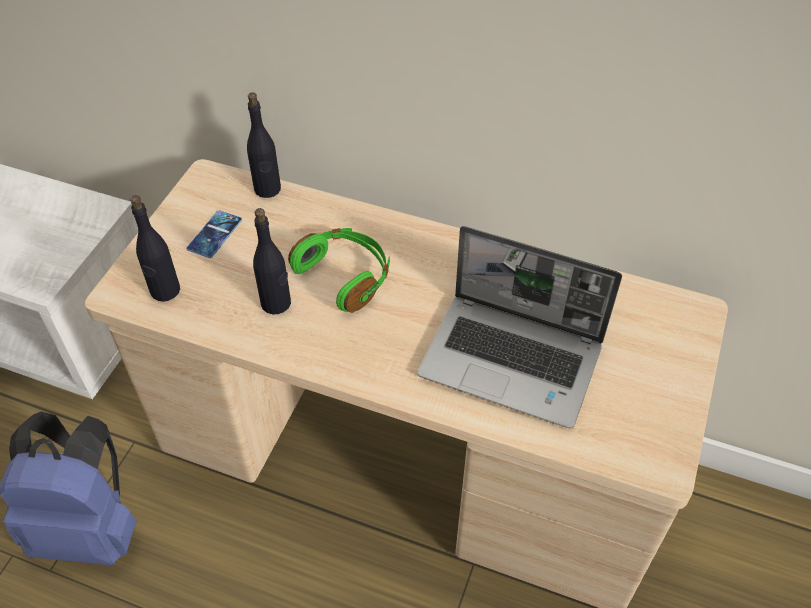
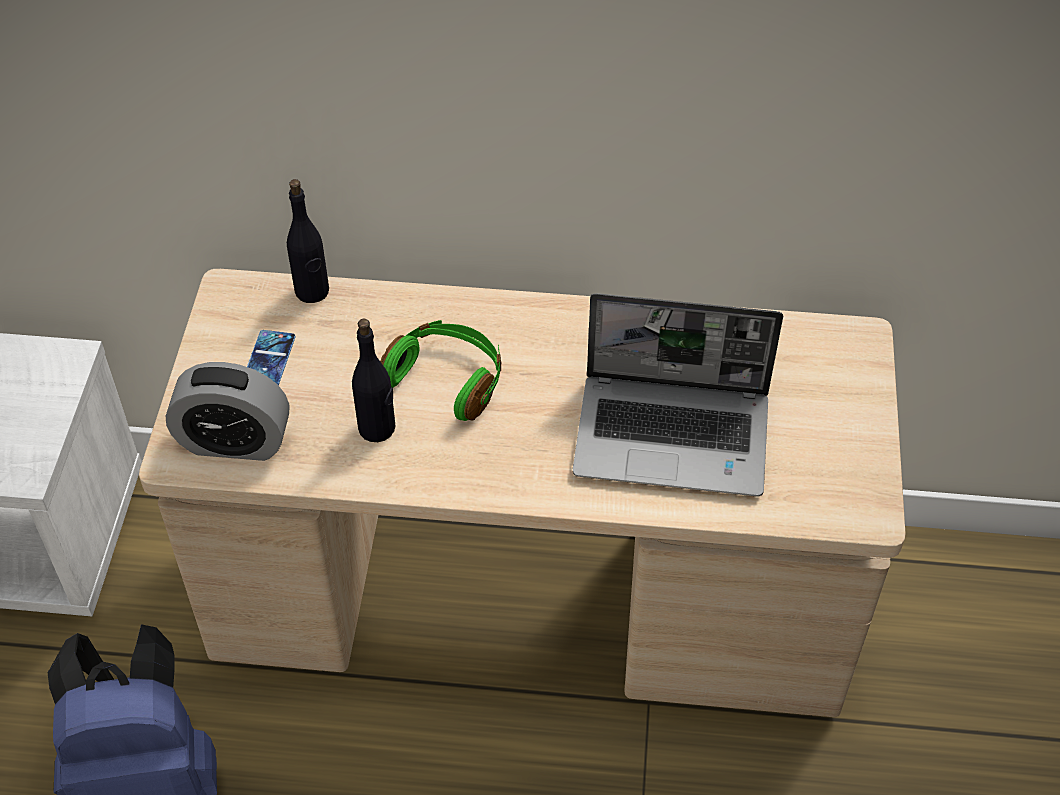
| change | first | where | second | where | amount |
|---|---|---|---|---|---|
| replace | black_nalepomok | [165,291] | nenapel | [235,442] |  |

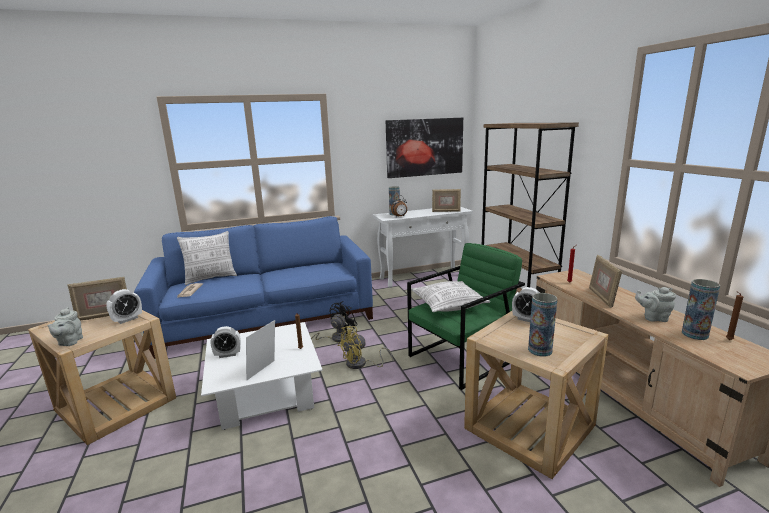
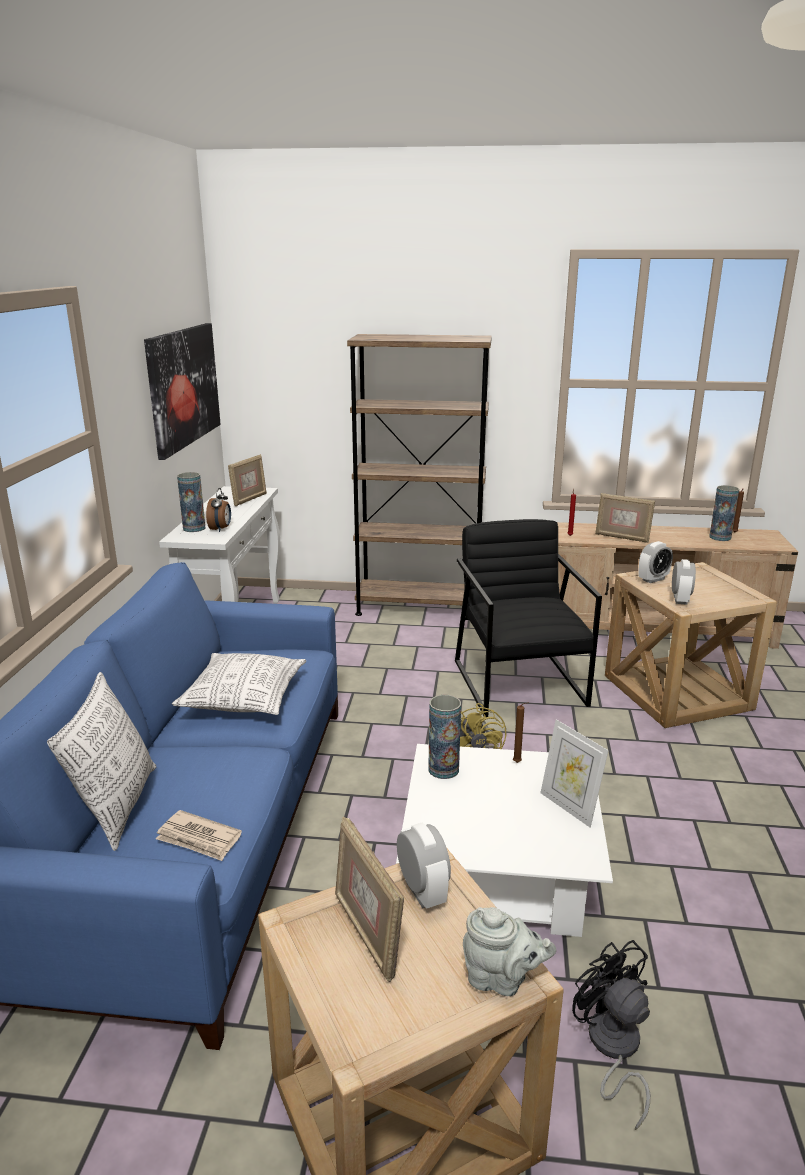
| change | first | where | second | where | amount |
|---|---|---|---|---|---|
| rotate | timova | [104,316] |  | [367,933] | 150 degrees clockwise |
| move | nenapel | [228,354] |  | [680,599] |  |
| move | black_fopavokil | [336,338] |  | [612,1048] |  |
| recolor | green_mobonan | [462,358] | black_mobonan | [519,682] |  |
| move | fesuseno | [448,305] |  | [244,698] |  |
| move | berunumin | [540,350] |  | [443,769] |  |
| delete | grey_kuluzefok | [653,318] |  |  |  |

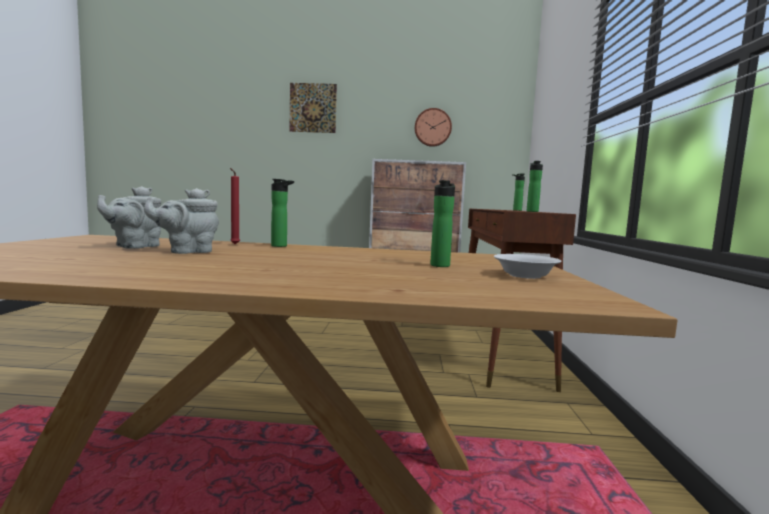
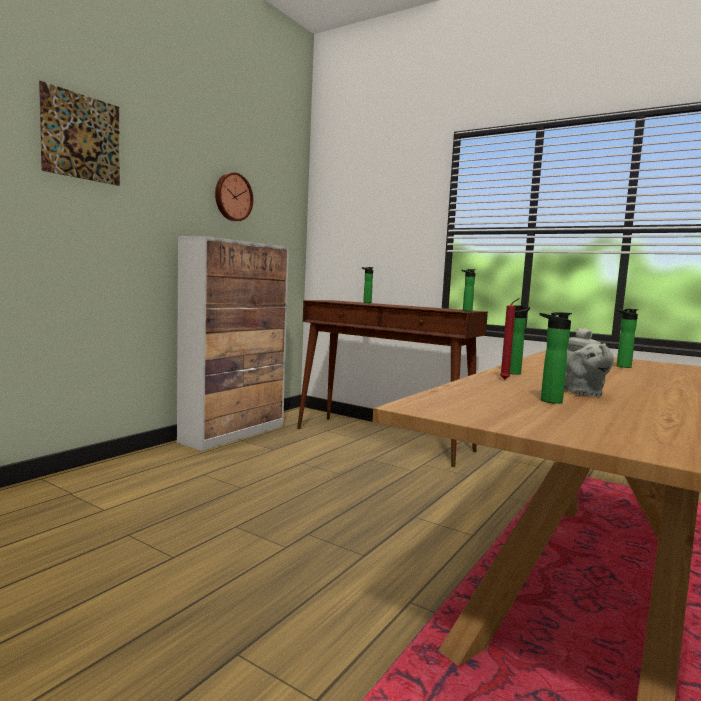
| change | first | where | second | where | amount |
|---|---|---|---|---|---|
| replace | grey_kuluzefok | [135,246] | nalepomok | [547,401] |  |
| delete | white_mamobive | [526,276] |  |  |  |

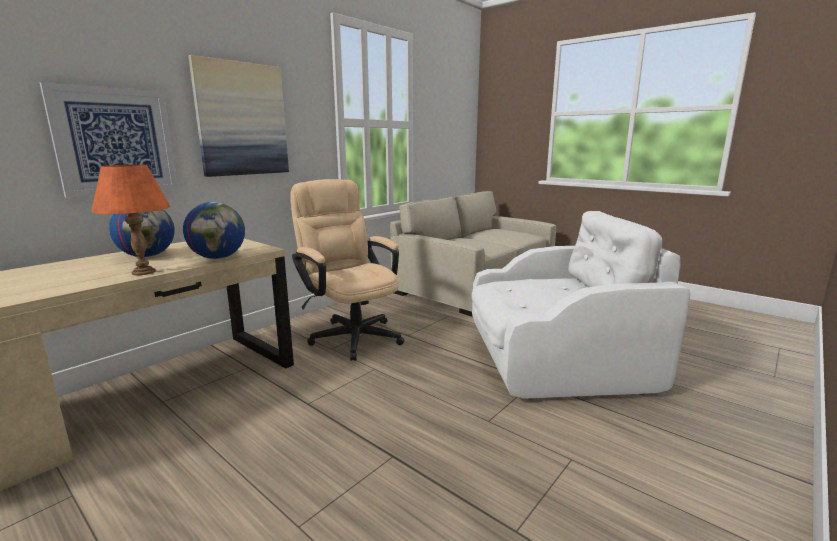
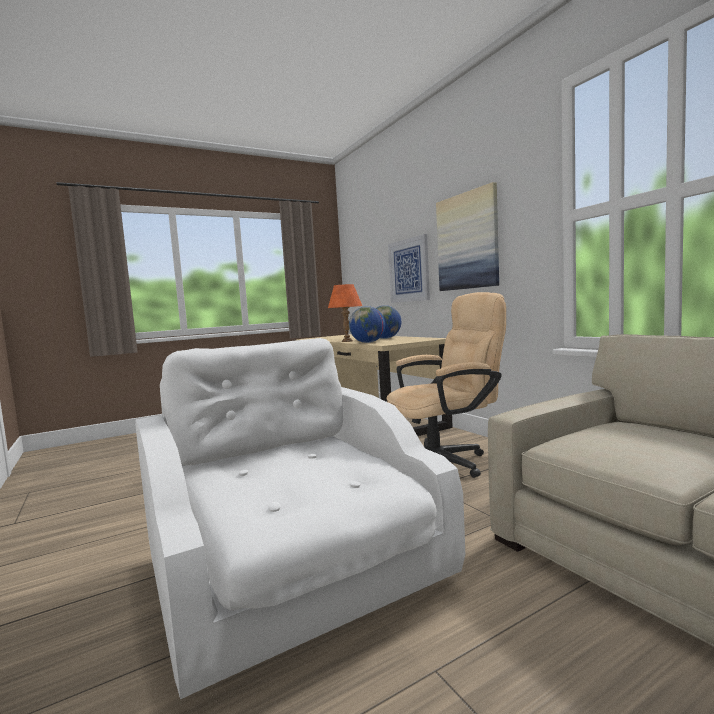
| change | first | where | second | where | amount |
|---|---|---|---|---|---|
| rotate | white_mobonan | [554,359] |  | [296,574] | 135 degrees clockwise |

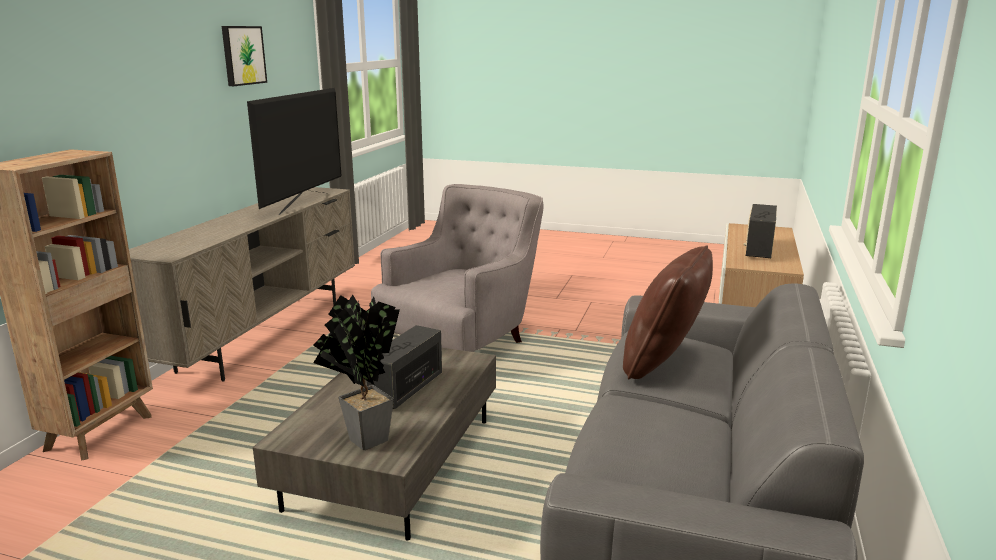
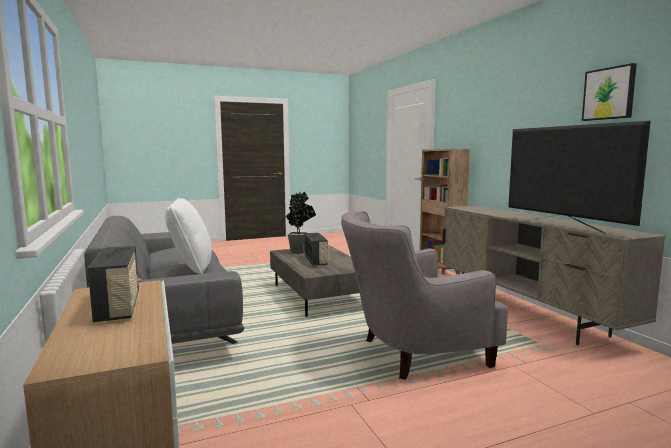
| change | first | where | second | where | amount |
|---|---|---|---|---|---|
| rotate | grey_mobonan | [463,341] |  | [414,353] | 75 degrees clockwise |
| recolor | brown_fesuseno | [664,363] | white_fesuseno | [191,267] |  |

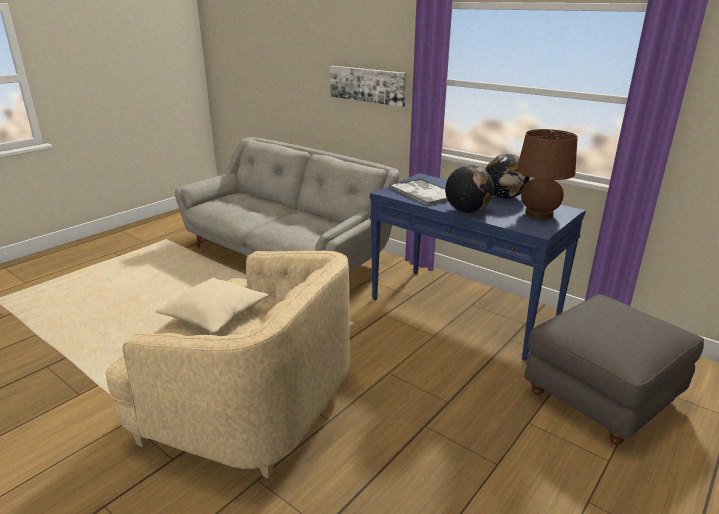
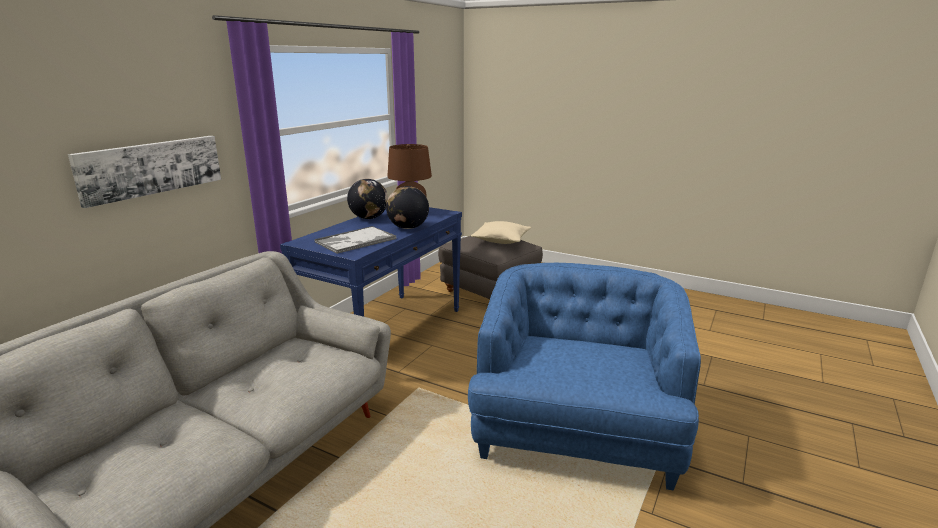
| change | first | where | second | where | amount |
|---|---|---|---|---|---|
| recolor | beige_mobonan | [250,405] | blue_mobonan | [576,430] |  |
| move | beige_fesuseno | [215,315] |  | [501,240] |  |

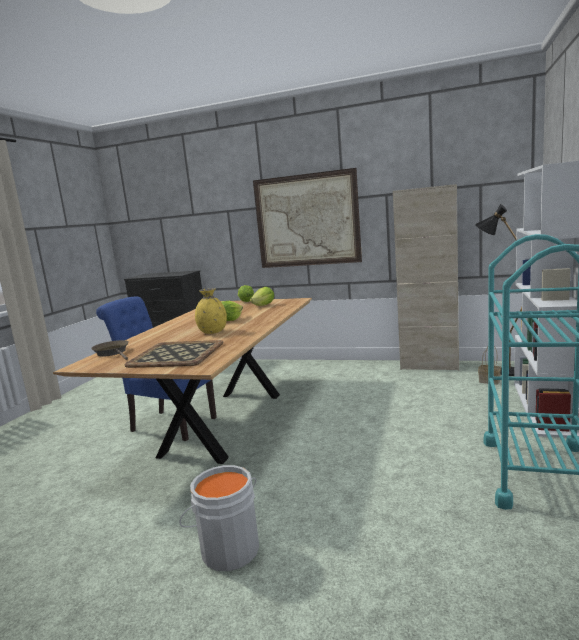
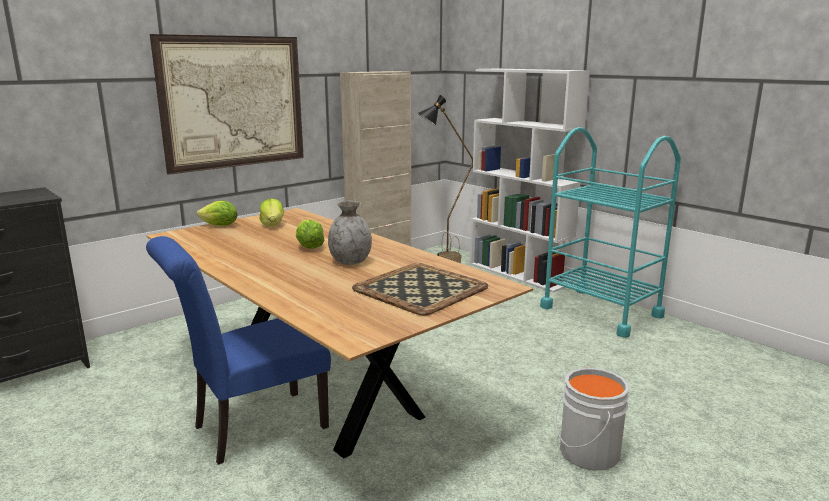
| change | first | where | second | where | amount |
|---|---|---|---|---|---|
| delete | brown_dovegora | [113,353] |  |  |  |
| recolor | yellow_berunumin | [213,332] | grey_berunumin | [350,261] |  |

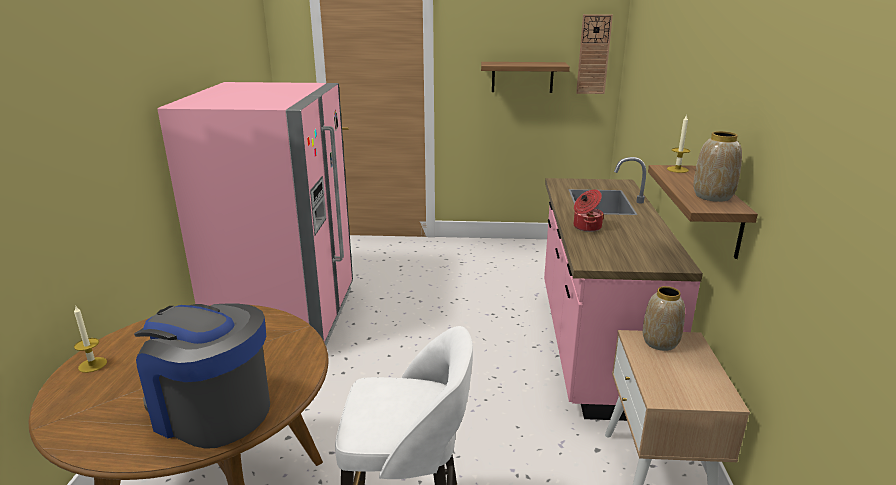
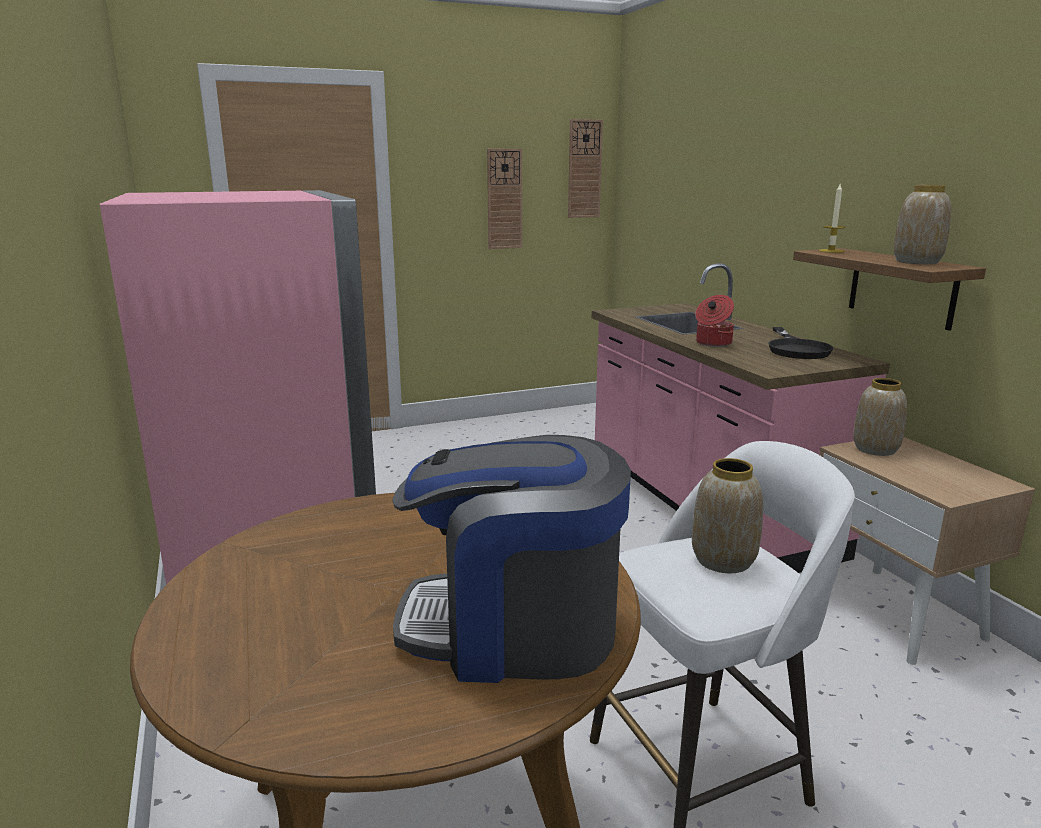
| change | first | where | second | where | amount |
|---|---|---|---|---|---|
| delete | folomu | [92,365] |  |  |  |
| replace | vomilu | [522,77] | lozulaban | [504,199] |  |
| insert |  |  | berunumin | [723,561] |  |
| insert |  |  | black_dovegora | [796,349] |  |

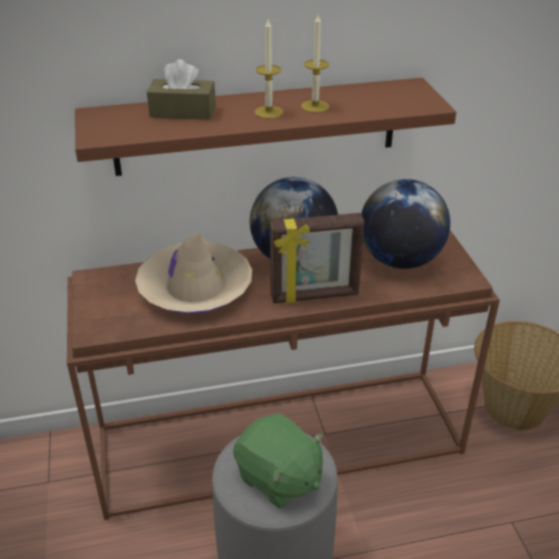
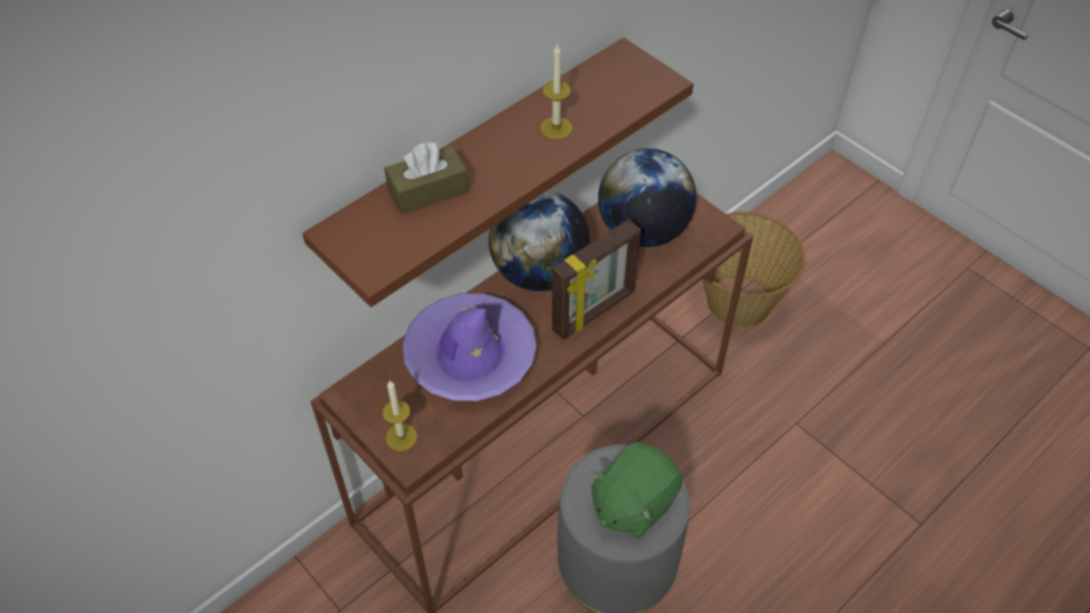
| change | first | where | second | where | amount |
|---|---|---|---|---|---|
| recolor | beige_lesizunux | [195,288] | purple_lesizunux | [470,356] |  |
| rotate | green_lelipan | [278,478] |  | [633,503] | 120 degrees clockwise |
| move | folomu | [268,112] |  | [401,437] |  |

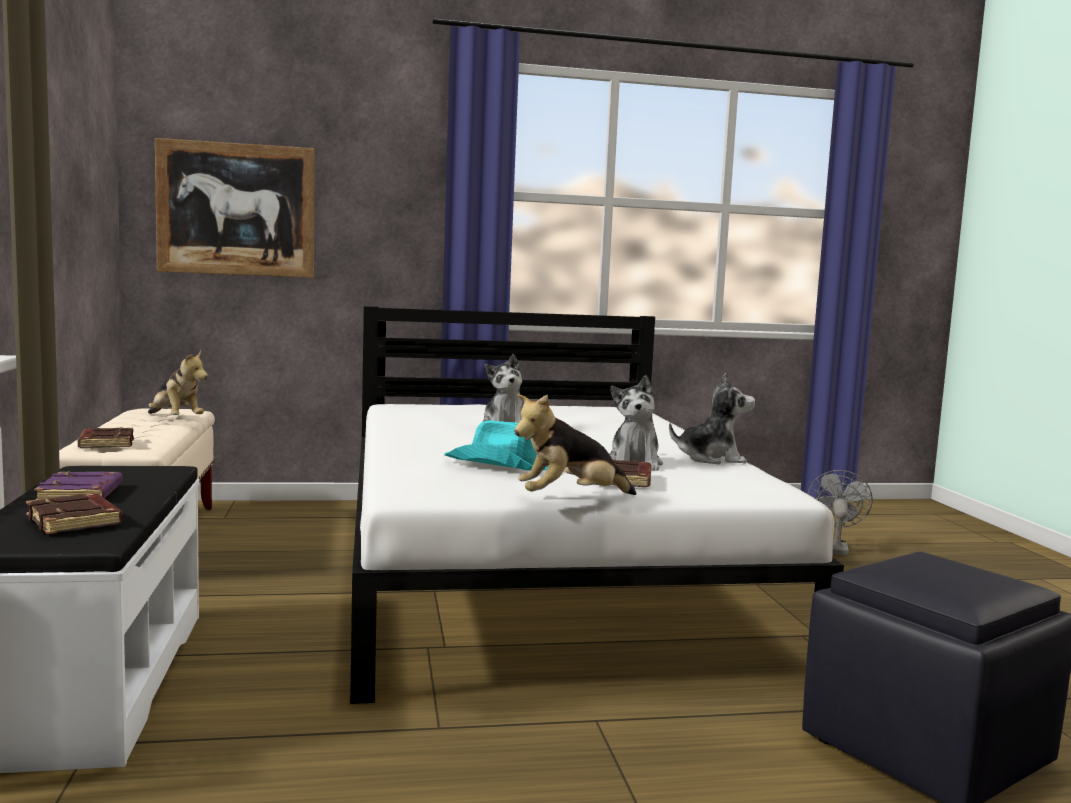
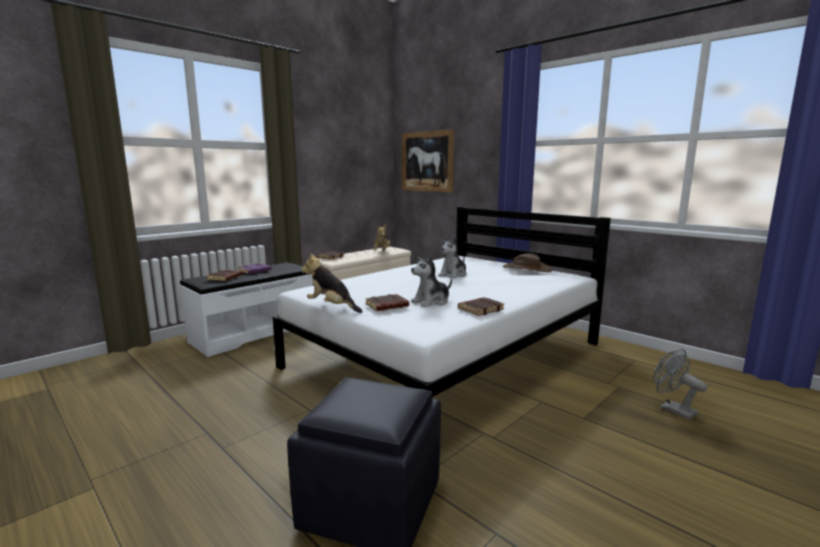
| change | first | where | second | where | amount |
|---|---|---|---|---|---|
| delete | turquoise_lesizunux | [504,463] |  |  |  |
| replace | lelipan | [711,459] | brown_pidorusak | [480,309] |  |
| rotate | grey_fopavokil | [834,548] |  | [672,409] | 105 degrees counterclockwise |
| insert |  |  | brown_lesizunux | [526,269] |  |

